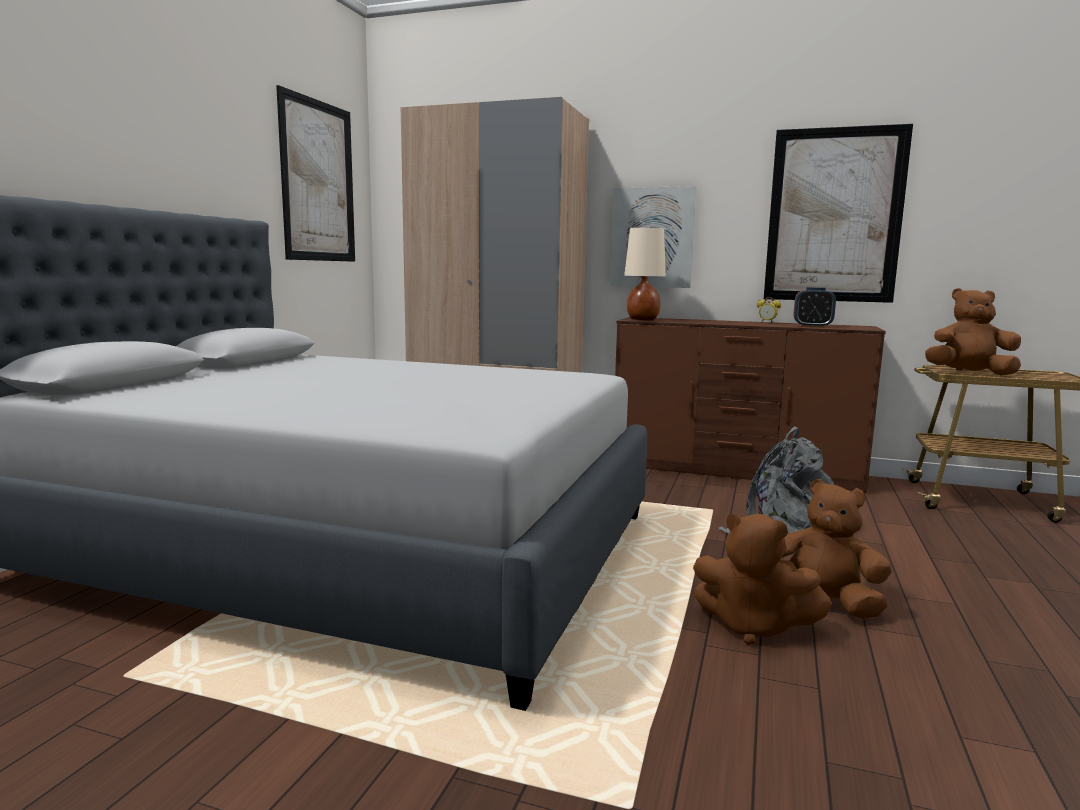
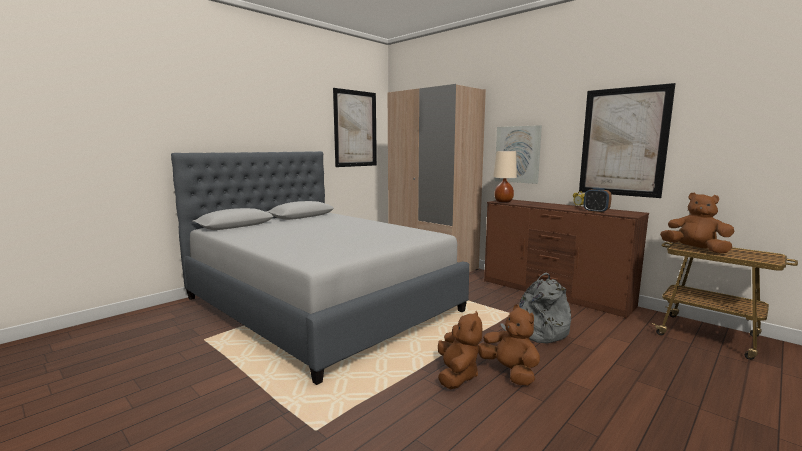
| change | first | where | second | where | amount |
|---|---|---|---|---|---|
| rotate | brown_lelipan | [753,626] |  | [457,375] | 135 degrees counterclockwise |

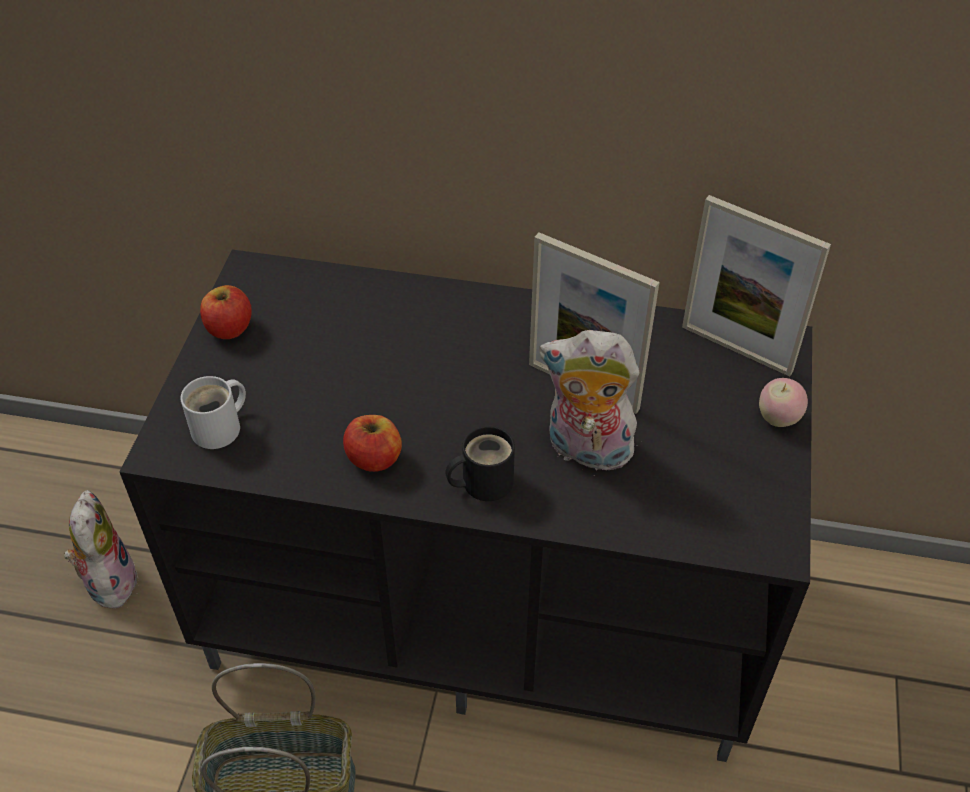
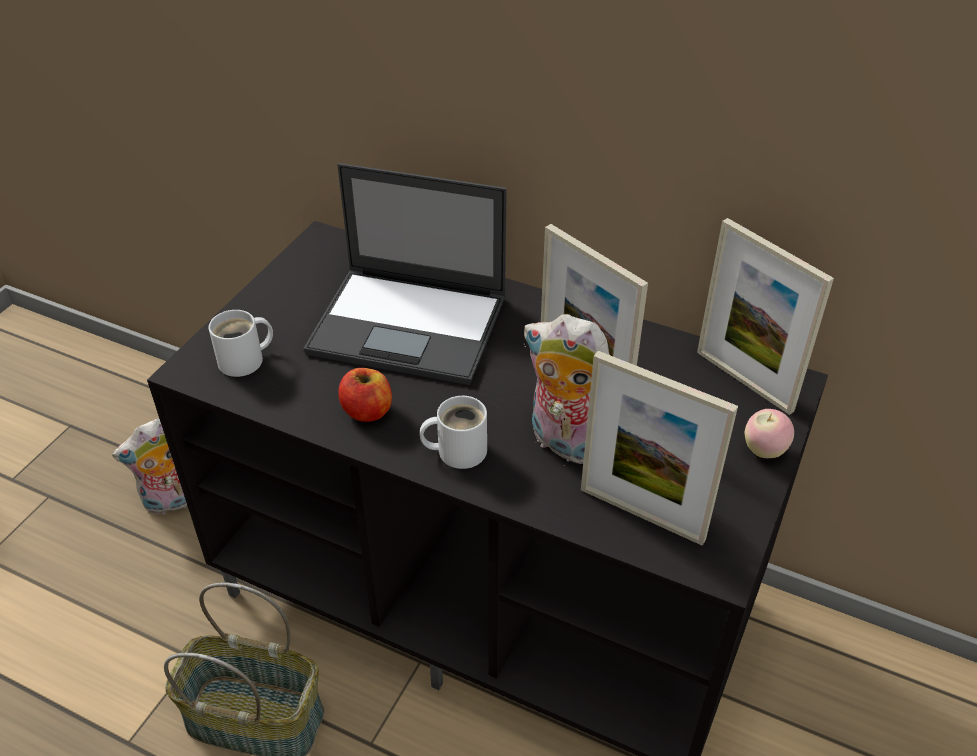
| change | first | where | second | where | amount |
|---|---|---|---|---|---|
| rotate | lelipan | [109,580] |  | [171,502] | 120 degrees counterclockwise |
| delete | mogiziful | [229,328] |  |  |  |
| recolor | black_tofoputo | [482,481] | white_tofoputo | [457,450] |  |
| insert |  |  | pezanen | [411,325] |  |
| insert |  |  | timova | [641,514] |  |

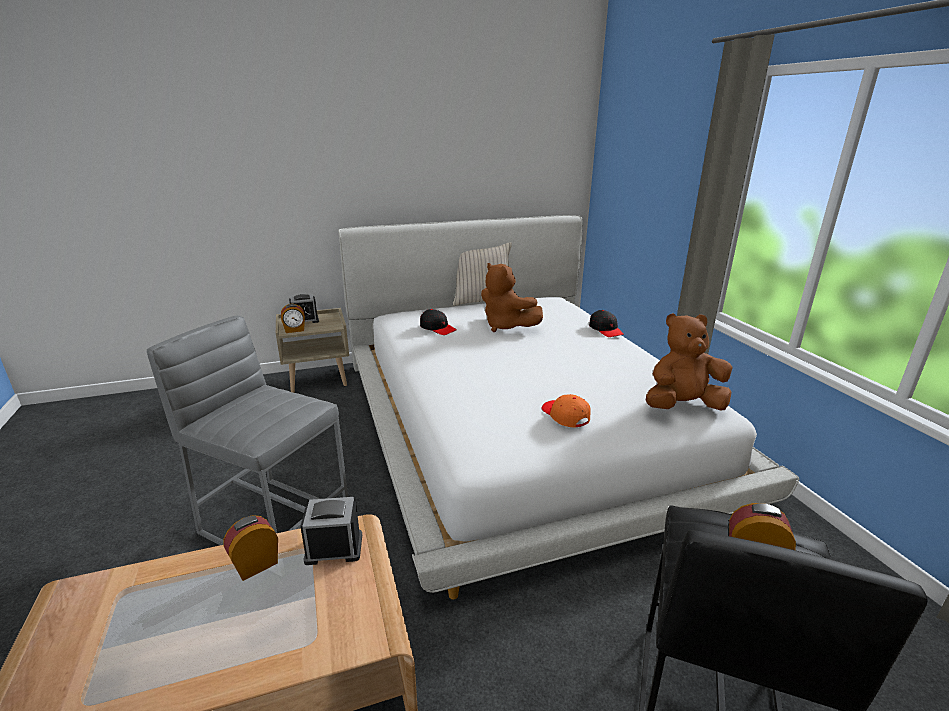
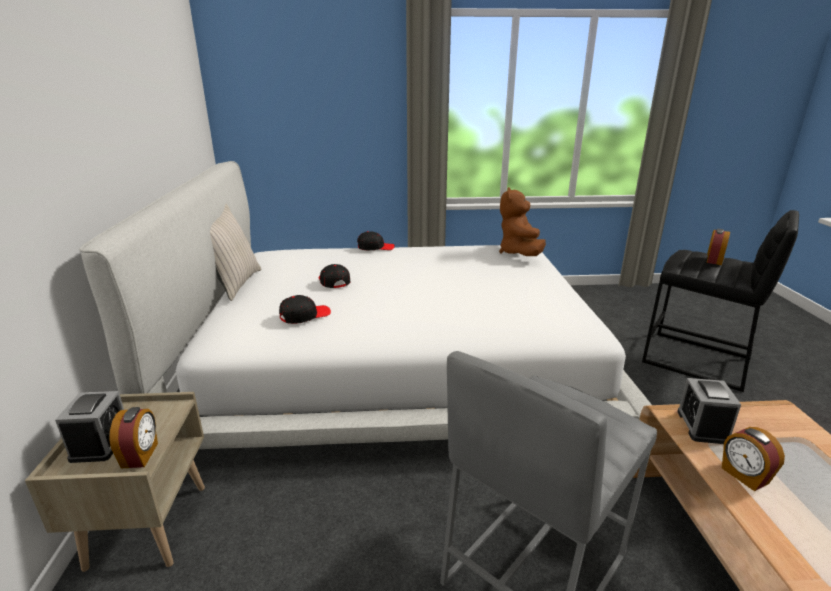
| change | first | where | second | where | amount |
|---|---|---|---|---|---|
| replace | brown_lelipan | [506,326] | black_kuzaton | [333,281] |  |
| delete | orange_kuzaton | [565,415] |  |  |  |

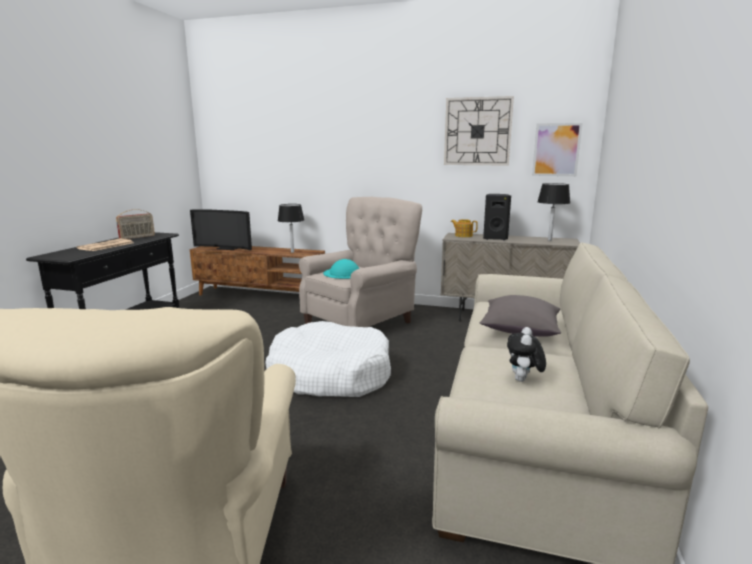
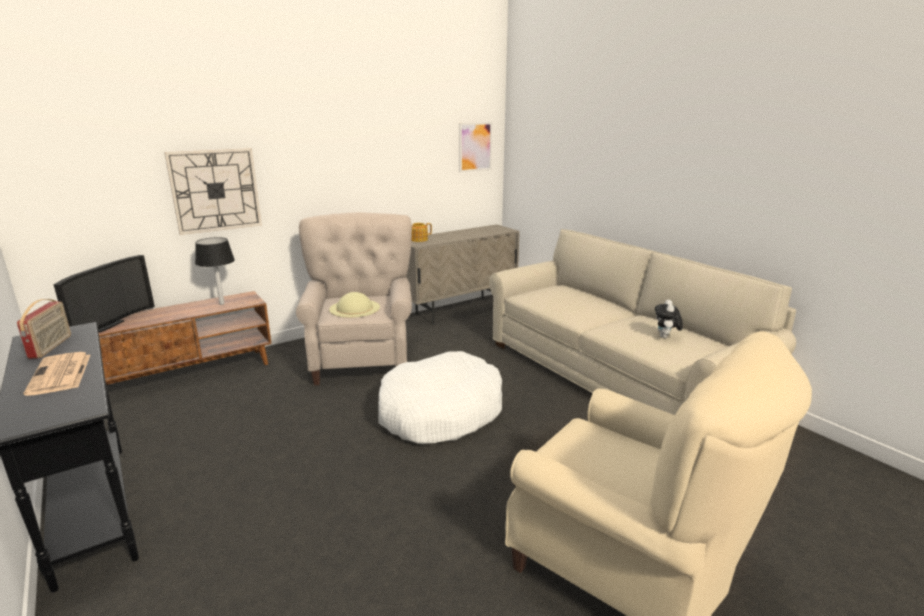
| change | first | where | second | where | amount |
|---|---|---|---|---|---|
| rotate | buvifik | [227,248] |  | [105,326] | 45 degrees counterclockwise |
| recolor | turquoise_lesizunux | [345,273] | beige_lesizunux | [354,308] |  |
| move | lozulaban | [477,131] |  | [215,190] |  |
| delete | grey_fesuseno | [519,330] |  |  |  |
| delete | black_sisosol | [495,238] |  |  |  |
| rotate | lelipan | [523,380] |  | [665,337] | 45 degrees clockwise |
| delete | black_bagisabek | [549,240] |  |  |  |

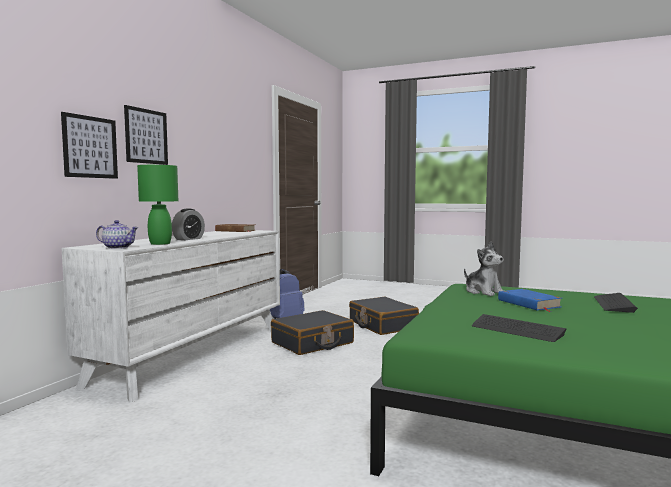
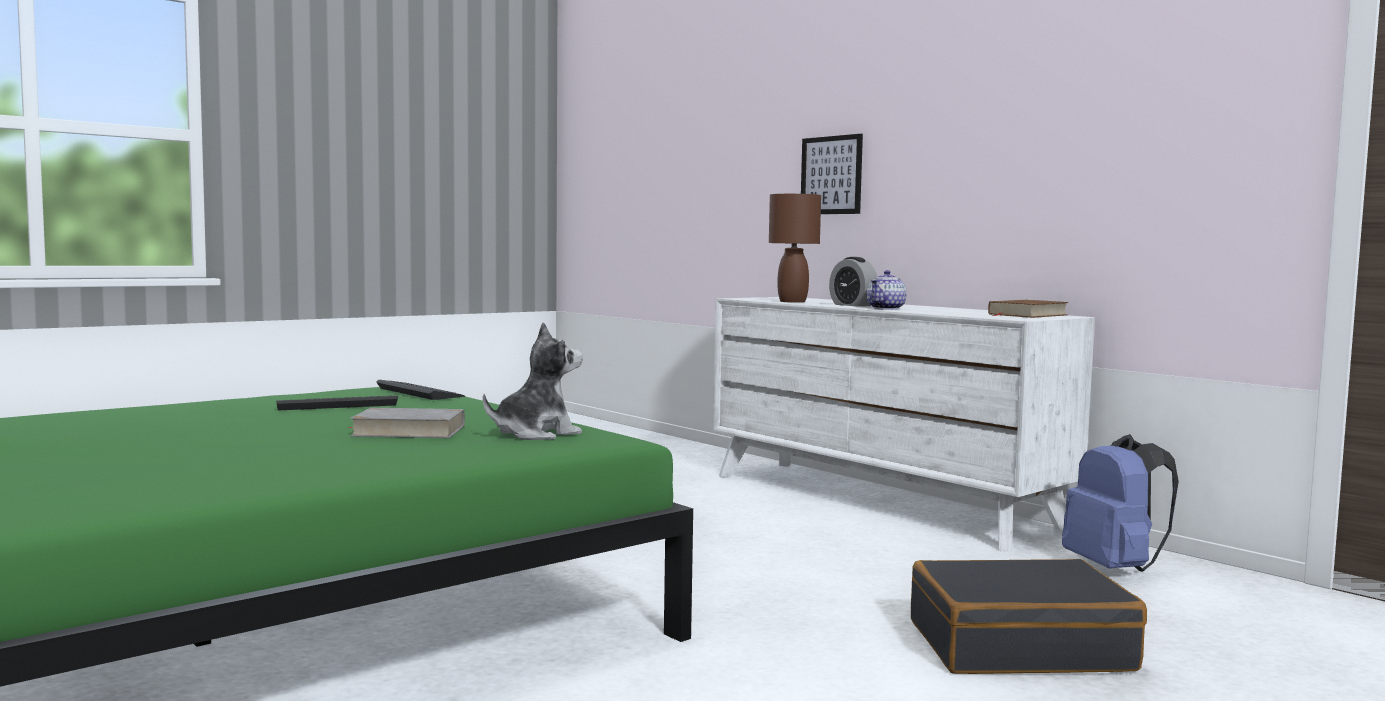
| change | first | where | second | where | amount |
|---|---|---|---|---|---|
| move | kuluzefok | [118,247] |  | [886,308] |  |
| delete | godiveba | [146,136] |  |  |  |
| recolor | green_bagisabek | [160,243] | brown_bagisabek | [792,301] |  |
| delete | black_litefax | [312,343] |  |  |  |
| rotate | lelipan | [483,292] |  | [535,434] | 150 degrees clockwise |
| recolor | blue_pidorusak | [529,303] | grey_pidorusak | [408,431] |  |
| move | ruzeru | [614,304] |  | [420,392] |  |

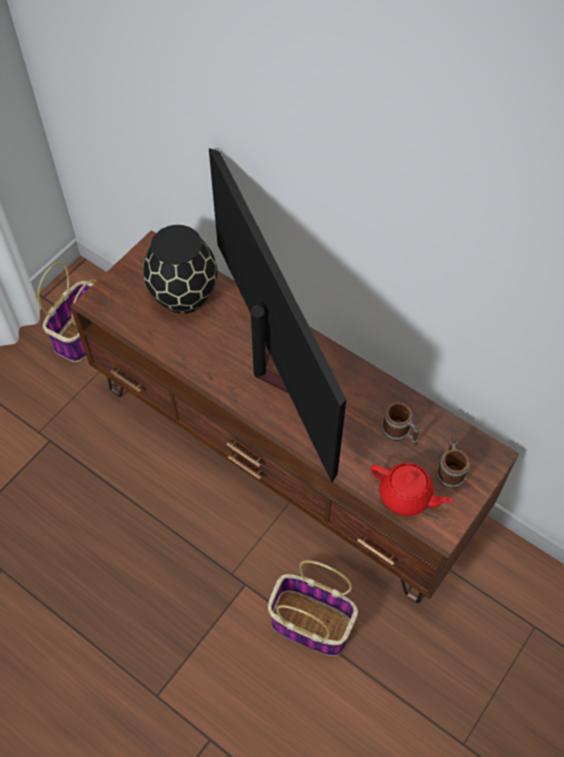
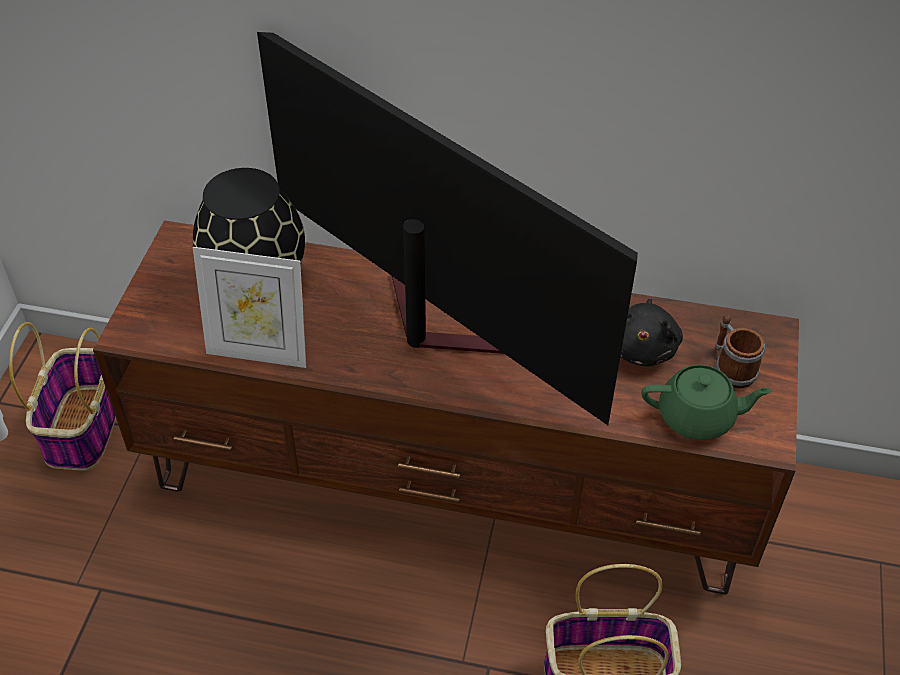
| change | first | where | second | where | amount |
|---|---|---|---|---|---|
| recolor | red_kuluzefok | [406,496] | green_kuluzefok | [697,417] |  |
| replace | tofoputo | [400,433] | black_lelipan | [642,347] |  |
| insert |  |  | timova | [259,352] |  |

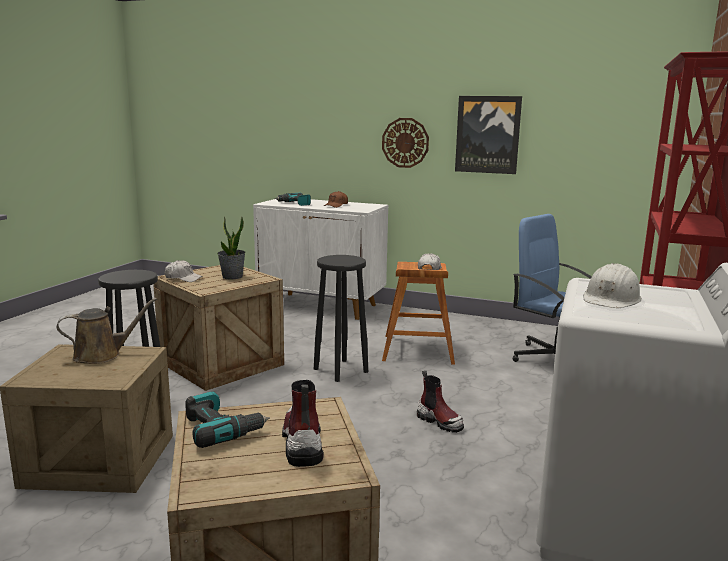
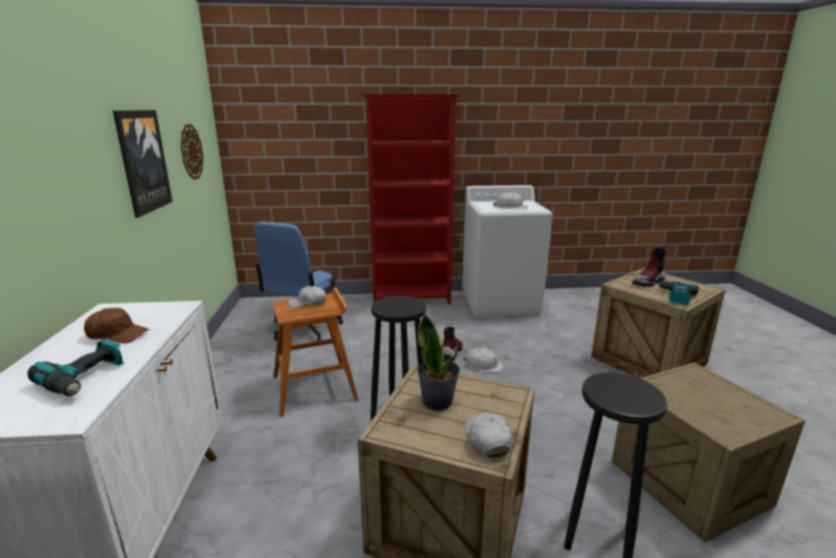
| change | first | where | second | where | amount |
|---|---|---|---|---|---|
| delete | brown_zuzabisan | [102,355] |  |  |  |
| move | lozulaban | [405,142] |  | [191,152] |  |
| insert |  |  | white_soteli | [483,365] |  |

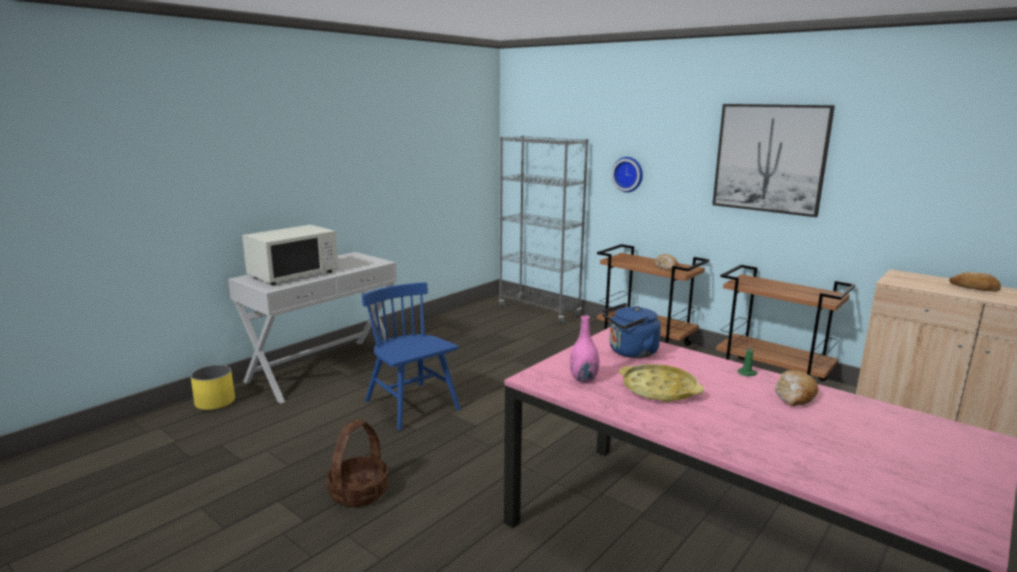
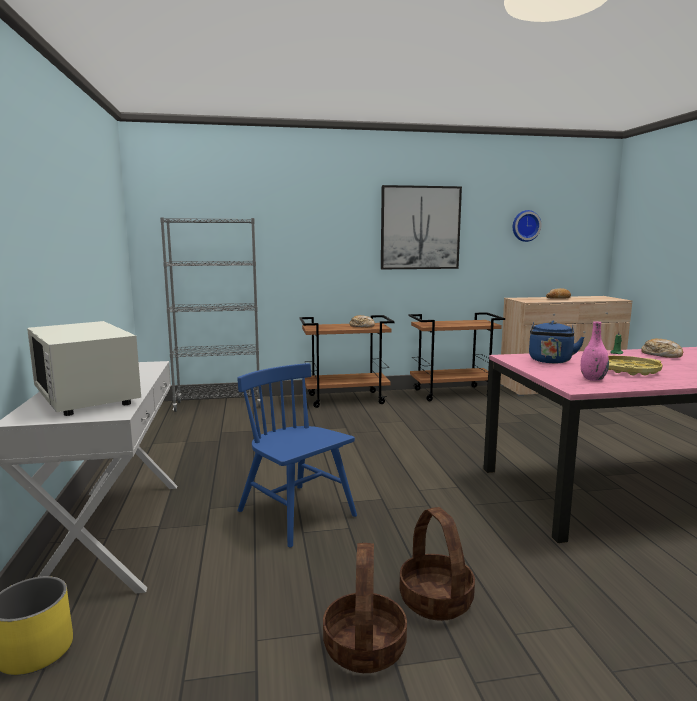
| change | first | where | second | where | amount |
|---|---|---|---|---|---|
| rotate | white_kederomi | [293,274] |  | [87,397] | 150 degrees clockwise |
| rotate | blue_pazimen | [412,406] |  | [296,514] | 45 degrees clockwise |
| move | lozulaban | [628,174] |  | [525,226] |  |
| insert |  |  | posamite | [365,647] |  |

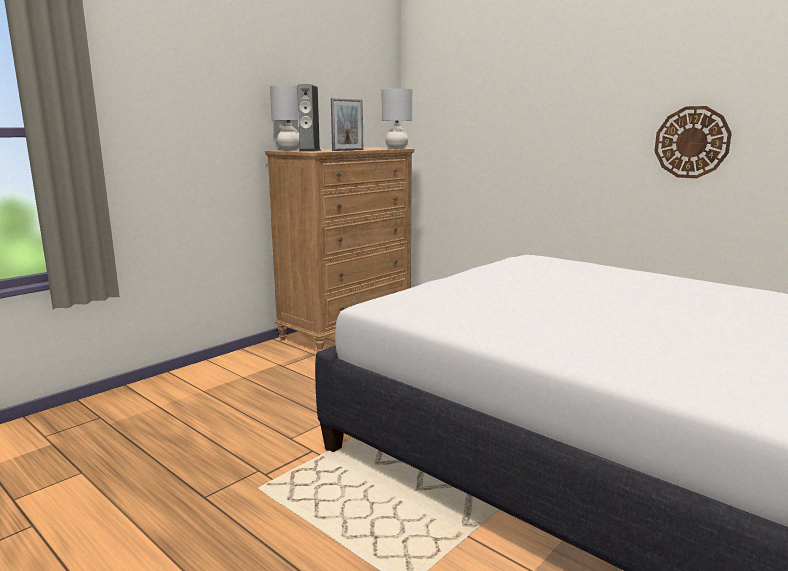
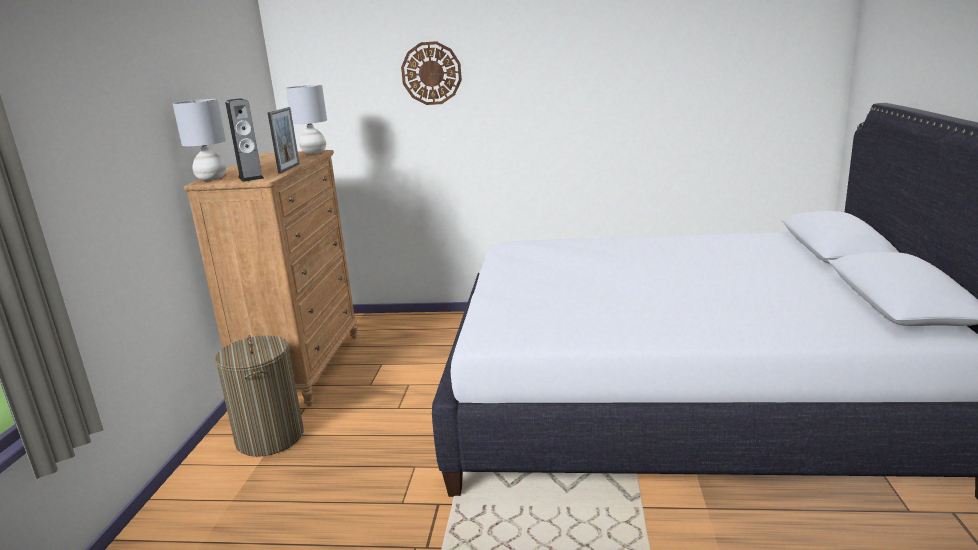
| change | first | where | second | where | amount |
|---|---|---|---|---|---|
| move | lozulaban | [691,142] |  | [431,73] |  |
| insert |  |  | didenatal | [270,437] |  |

